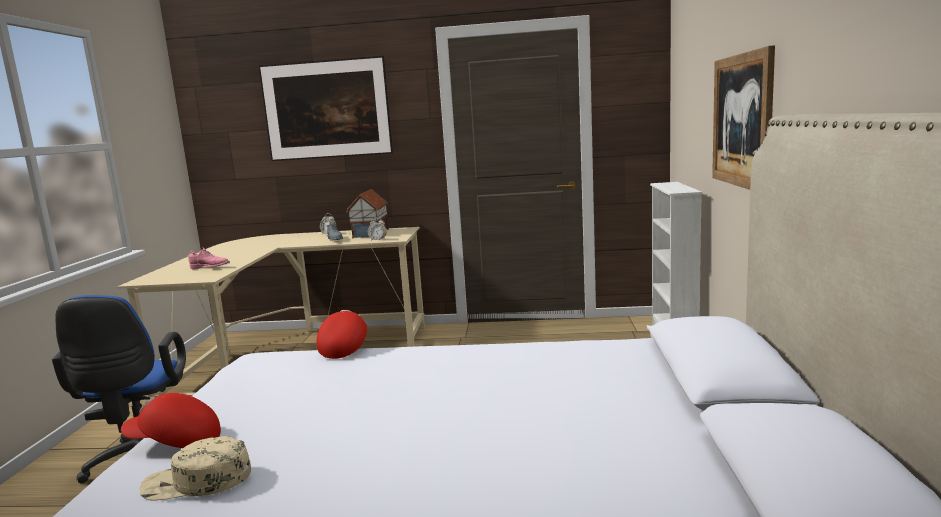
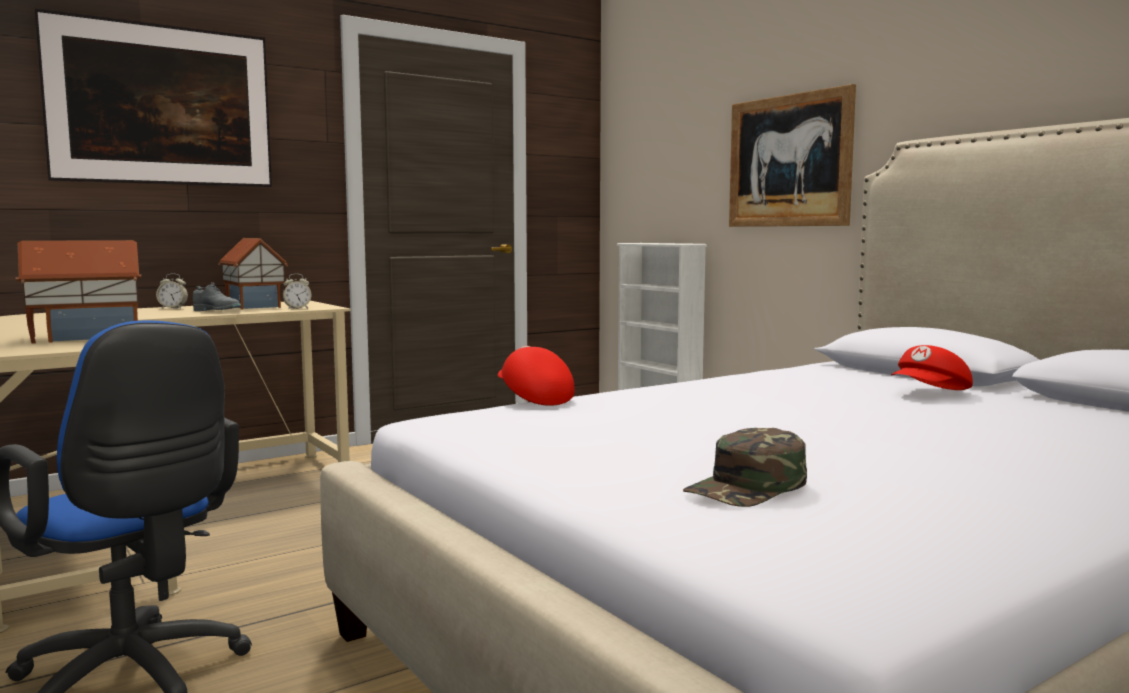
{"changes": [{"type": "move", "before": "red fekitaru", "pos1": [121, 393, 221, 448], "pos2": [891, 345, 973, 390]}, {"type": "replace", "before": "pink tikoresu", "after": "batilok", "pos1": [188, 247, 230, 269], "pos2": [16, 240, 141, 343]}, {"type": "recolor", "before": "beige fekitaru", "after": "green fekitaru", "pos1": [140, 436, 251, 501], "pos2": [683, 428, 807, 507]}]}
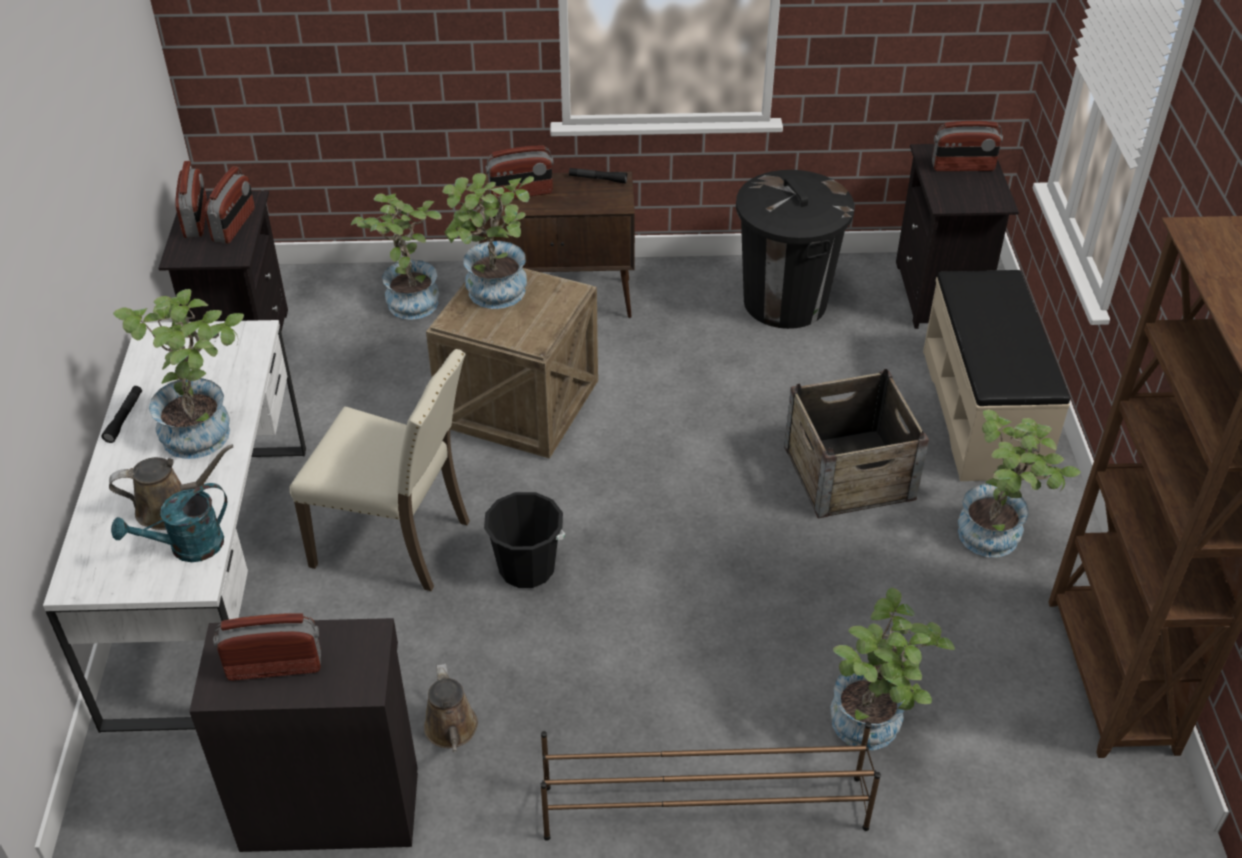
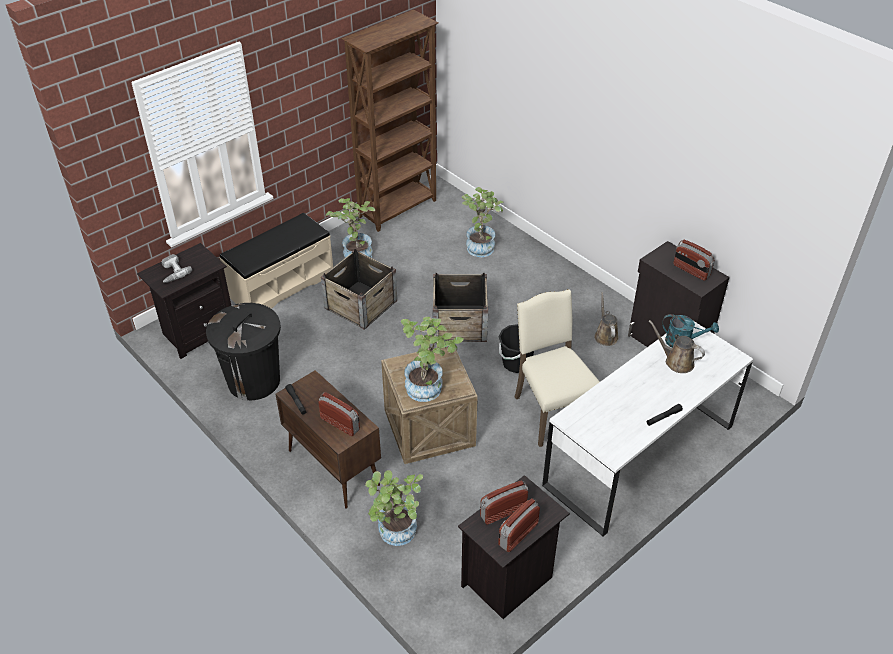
{"changes": [{"type": "delete", "before": "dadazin", "pos1": [113, 289, 244, 459]}, {"type": "delete", "before": "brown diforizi", "pos1": [541, 722, 881, 841]}, {"type": "insert", "after": "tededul", "pos2": [433, 273, 488, 342]}, {"type": "replace", "before": "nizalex", "after": "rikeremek", "pos1": [932, 121, 1003, 171], "pos2": [161, 254, 192, 283]}, {"type": "rotate", "before": "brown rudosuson", "pos1": [424, 663, 478, 752], "pos2": [594, 292, 618, 346], "turn": -45}]}
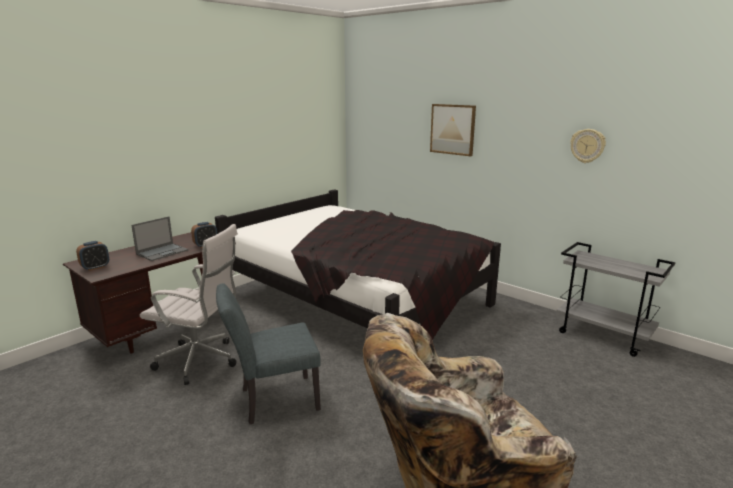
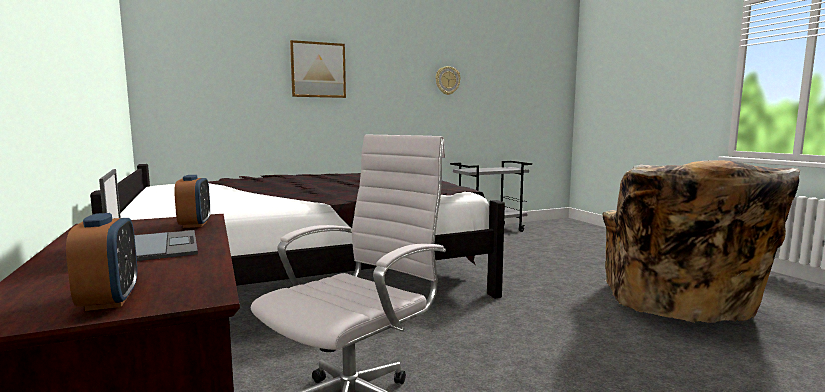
{"changes": [{"type": "delete", "before": "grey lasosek", "pos1": [216, 283, 321, 424]}]}
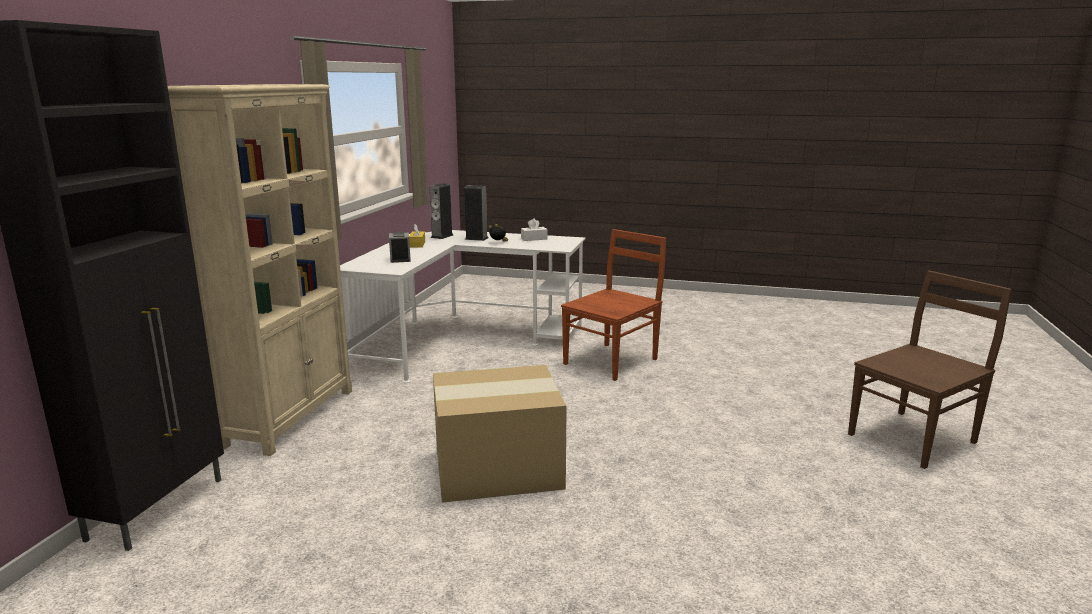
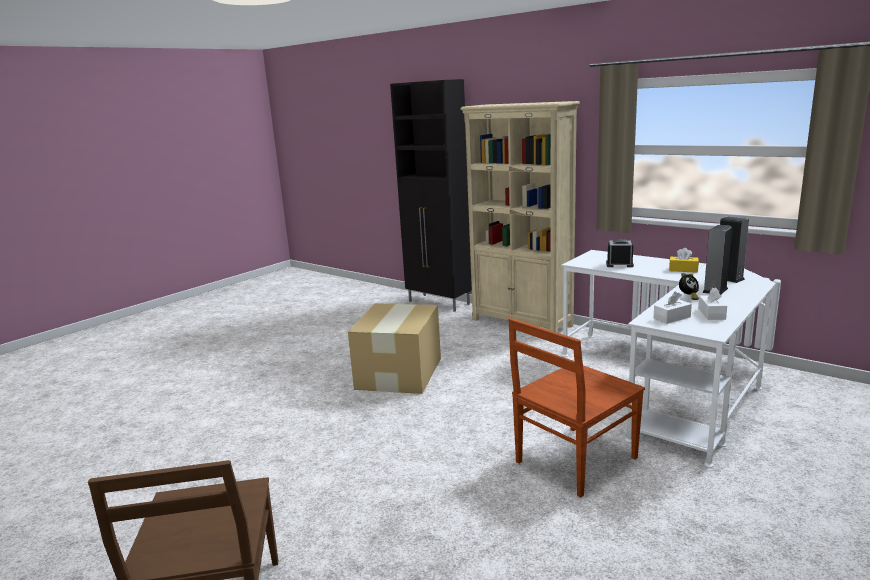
{"changes": [{"type": "insert", "after": "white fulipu", "pos2": [653, 292, 692, 324]}, {"type": "rotate", "before": "brown lasosek", "pos1": [561, 229, 666, 381], "pos2": [508, 318, 645, 498], "turn": 75}]}
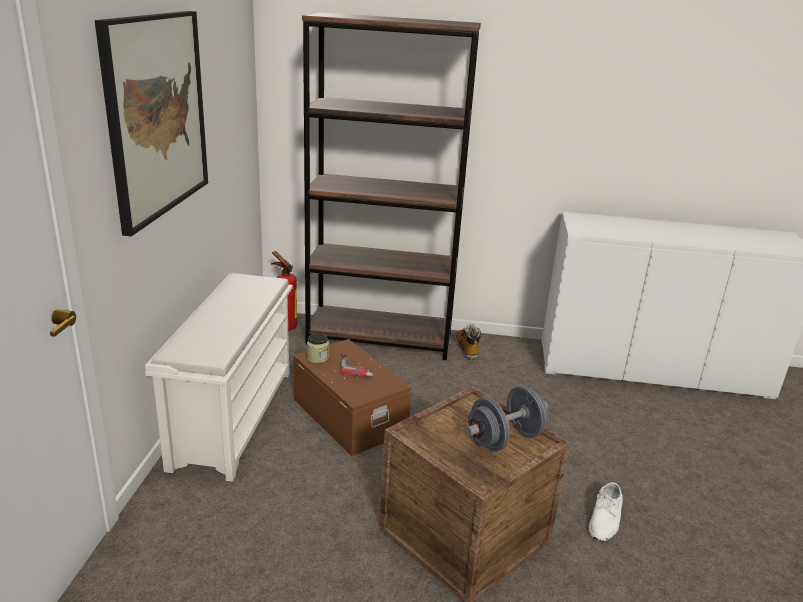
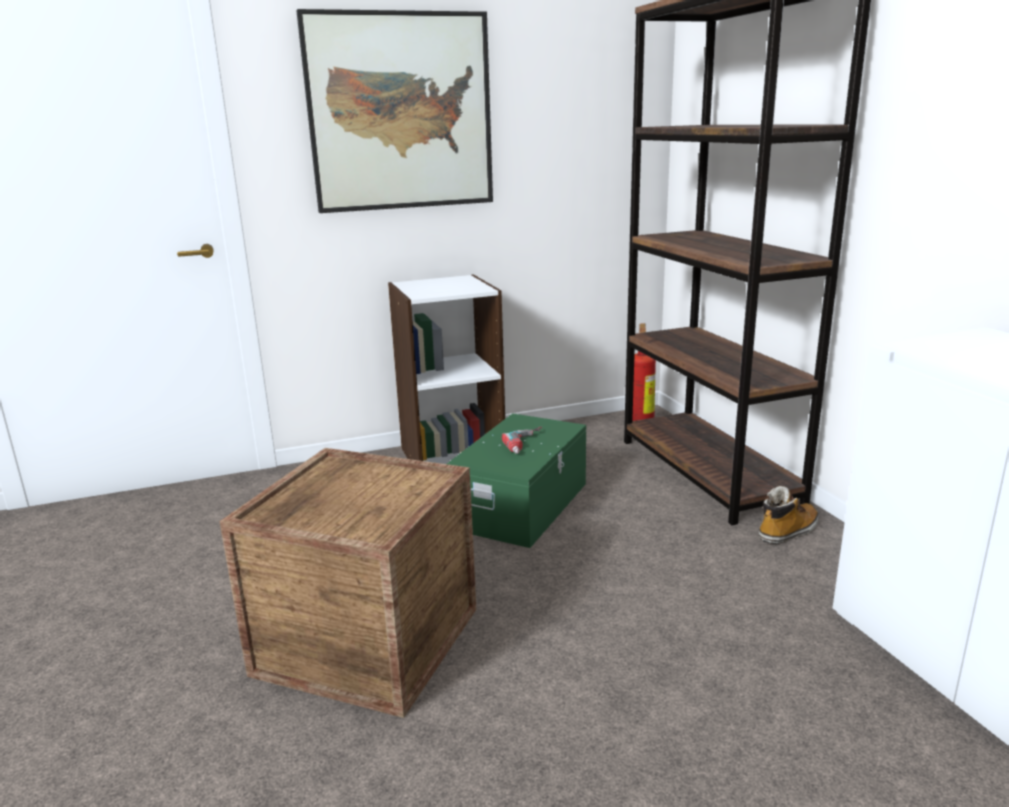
{"changes": [{"type": "delete", "before": "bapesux", "pos1": [307, 333, 329, 363]}, {"type": "delete", "before": "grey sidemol", "pos1": [466, 386, 548, 451]}, {"type": "delete", "before": "white tikoresu", "pos1": [589, 482, 623, 541]}, {"type": "replace", "before": "white diforizi", "after": "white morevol", "pos1": [145, 273, 293, 482], "pos2": [388, 274, 505, 464]}, {"type": "recolor", "before": "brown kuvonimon", "after": "green kuvonimon", "pos1": [293, 339, 412, 456], "pos2": [447, 413, 586, 548]}]}
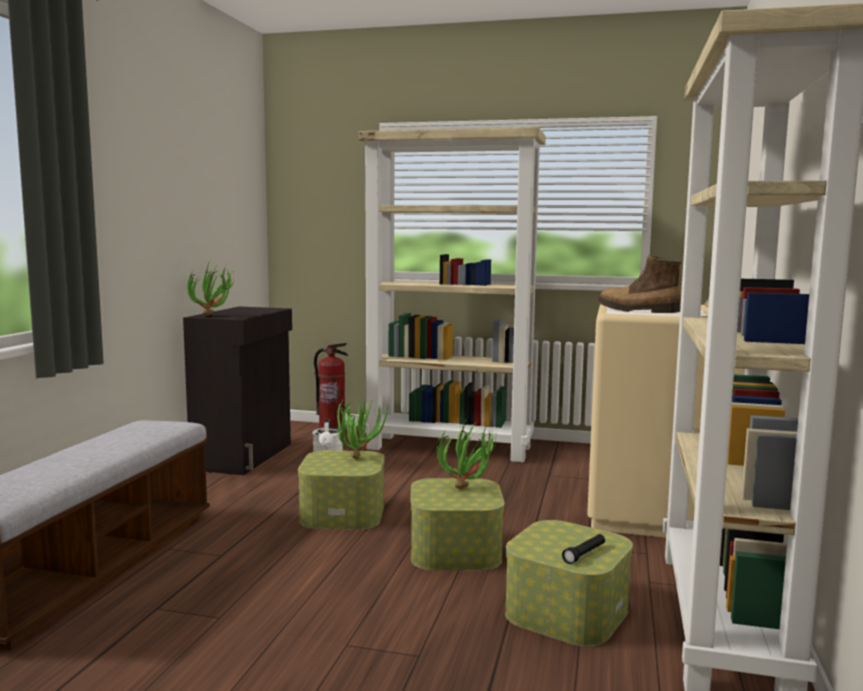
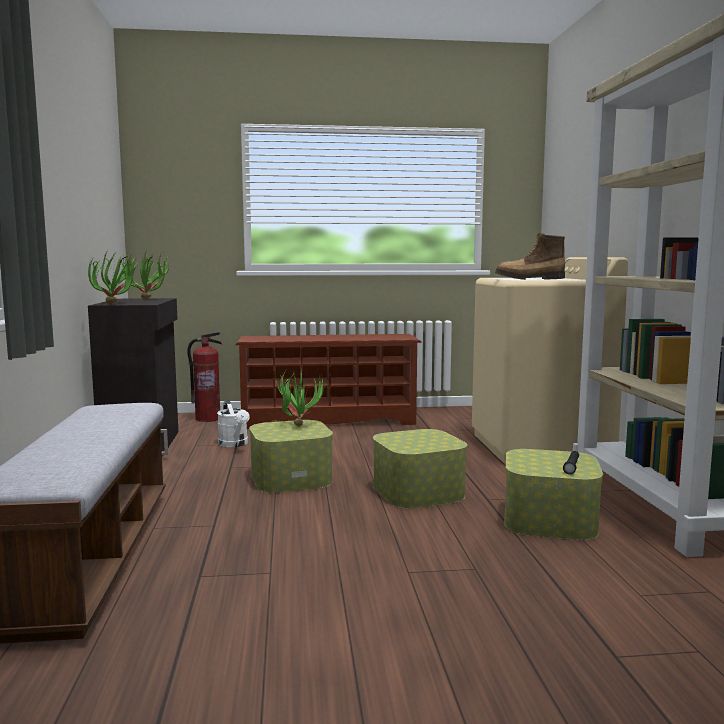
{"changes": [{"type": "move", "before": "dadazin", "pos1": [437, 418, 497, 489], "pos2": [130, 250, 169, 299]}, {"type": "replace", "before": "beige morevol", "after": "brown diforizi", "pos1": [359, 127, 546, 462], "pos2": [235, 334, 422, 429]}]}
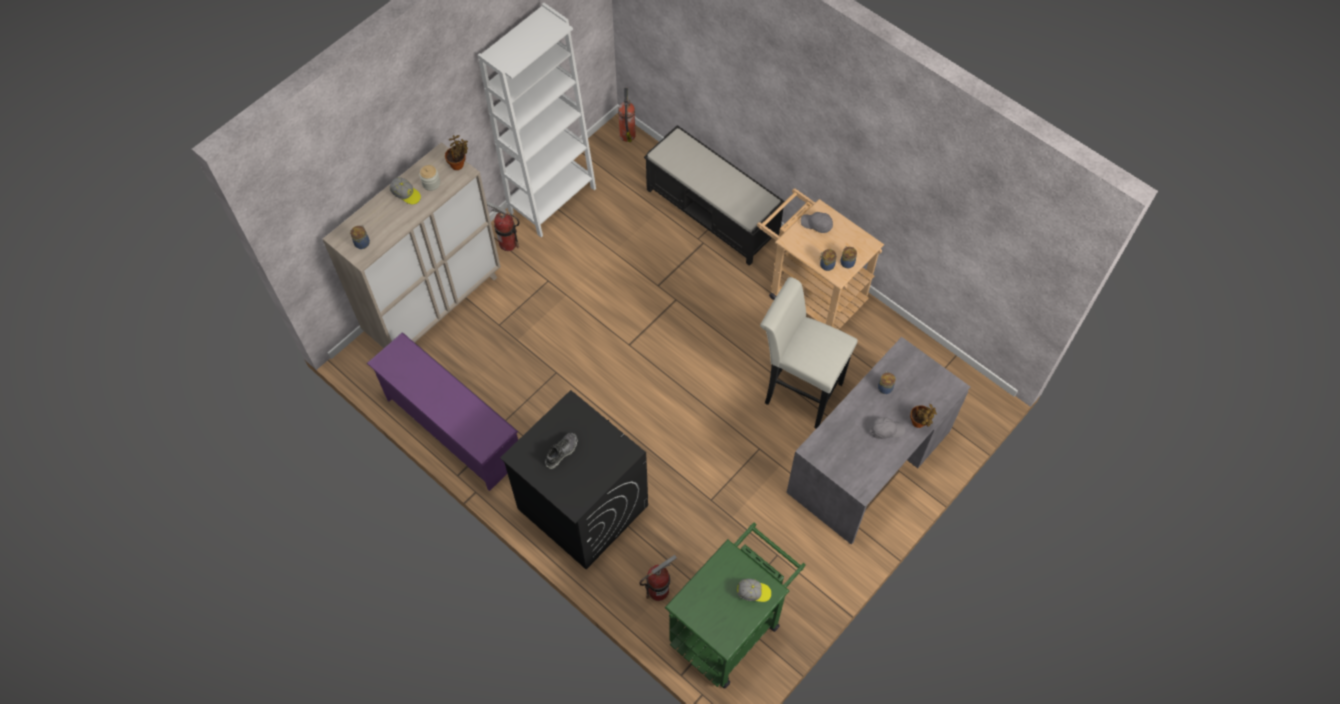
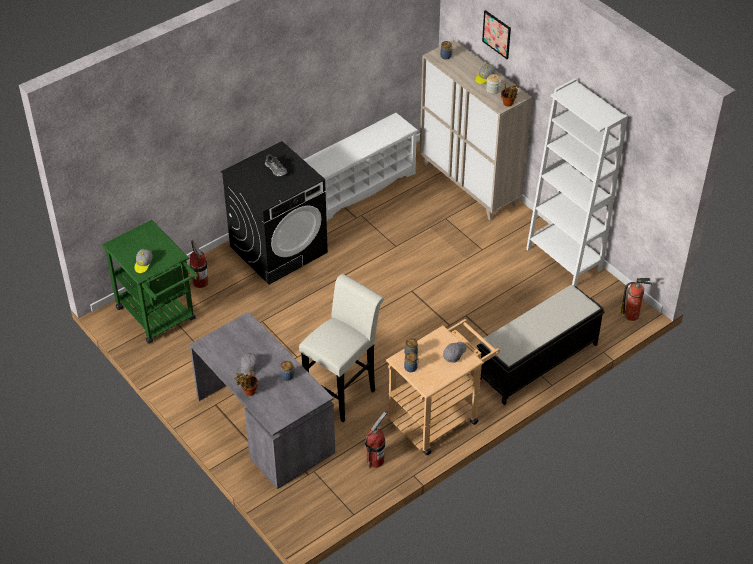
{"changes": [{"type": "insert", "after": "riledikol", "pos2": [482, 10, 511, 59]}, {"type": "move", "before": "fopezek", "pos1": [486, 201, 520, 251], "pos2": [365, 412, 387, 468]}, {"type": "recolor", "before": "purple diforizi", "after": "white diforizi", "pos1": [367, 332, 518, 491], "pos2": [304, 113, 419, 221]}]}
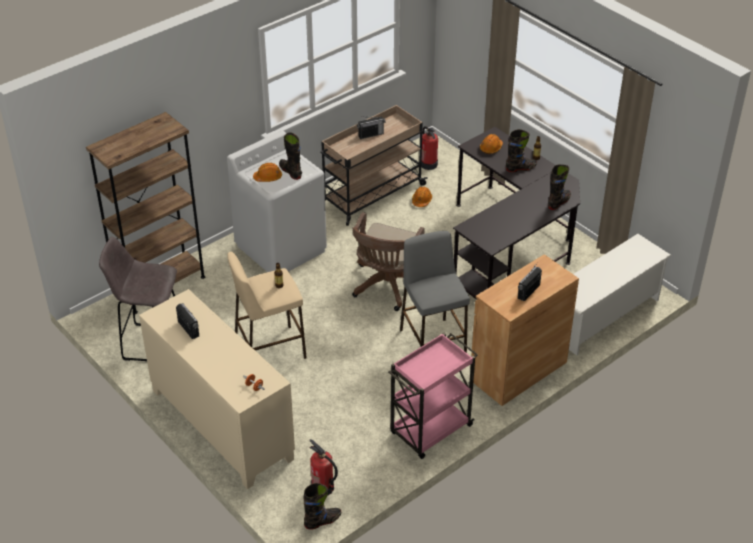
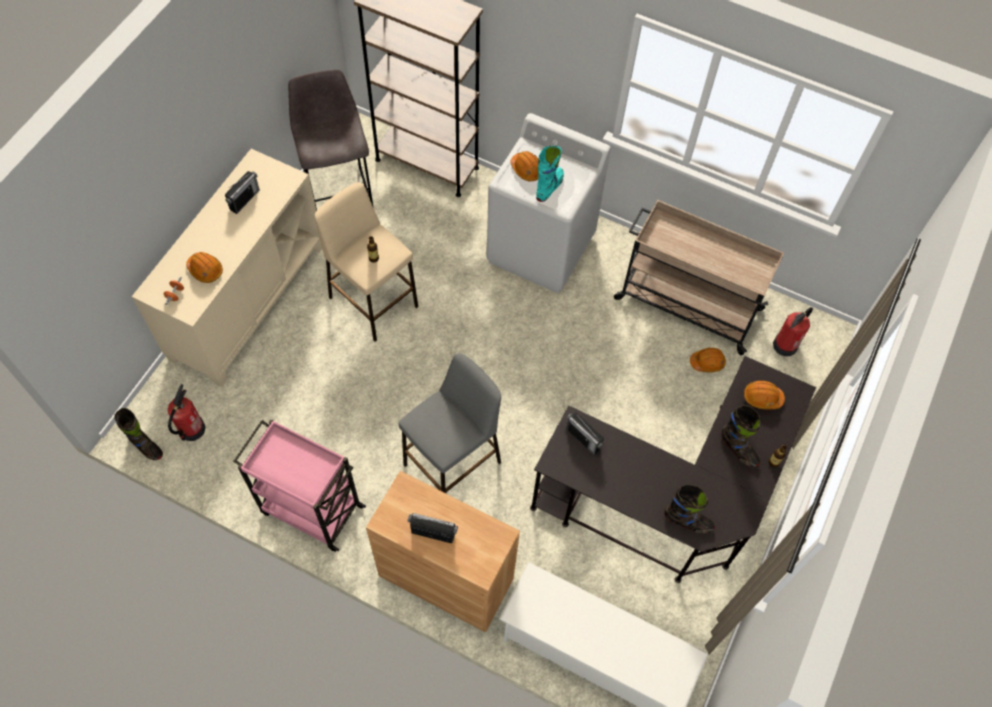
{"changes": [{"type": "delete", "before": "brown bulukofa", "pos1": [352, 212, 425, 311]}, {"type": "insert", "after": "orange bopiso", "pos2": [186, 252, 223, 283]}, {"type": "move", "before": "nizalex", "pos1": [357, 116, 385, 139], "pos2": [566, 413, 604, 455]}, {"type": "recolor", "before": "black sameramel", "after": "turquoise sameramel", "pos1": [279, 132, 302, 180], "pos2": [536, 145, 564, 202]}]}
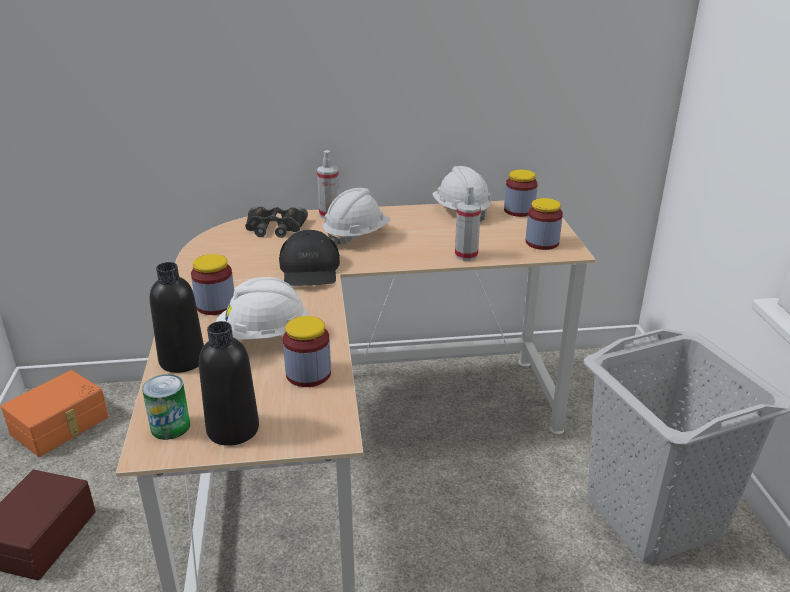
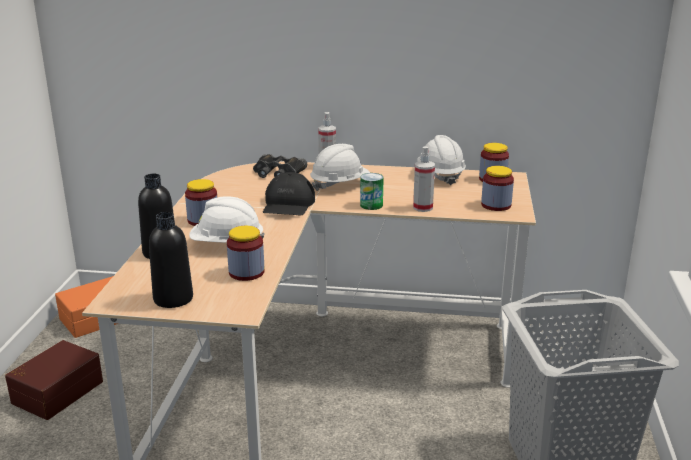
{"changes": [{"type": "move", "before": "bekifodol", "pos1": [142, 374, 190, 440], "pos2": [360, 173, 384, 210]}]}
